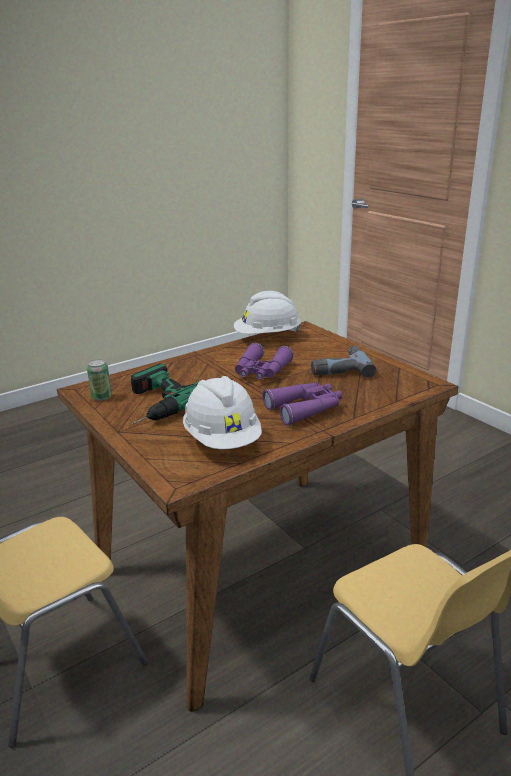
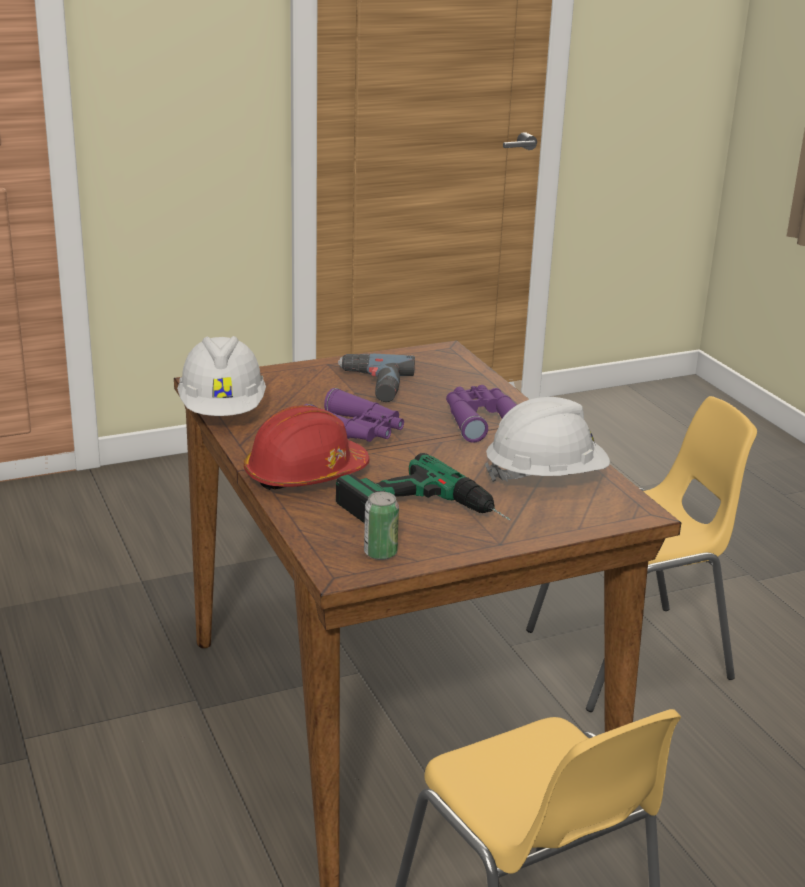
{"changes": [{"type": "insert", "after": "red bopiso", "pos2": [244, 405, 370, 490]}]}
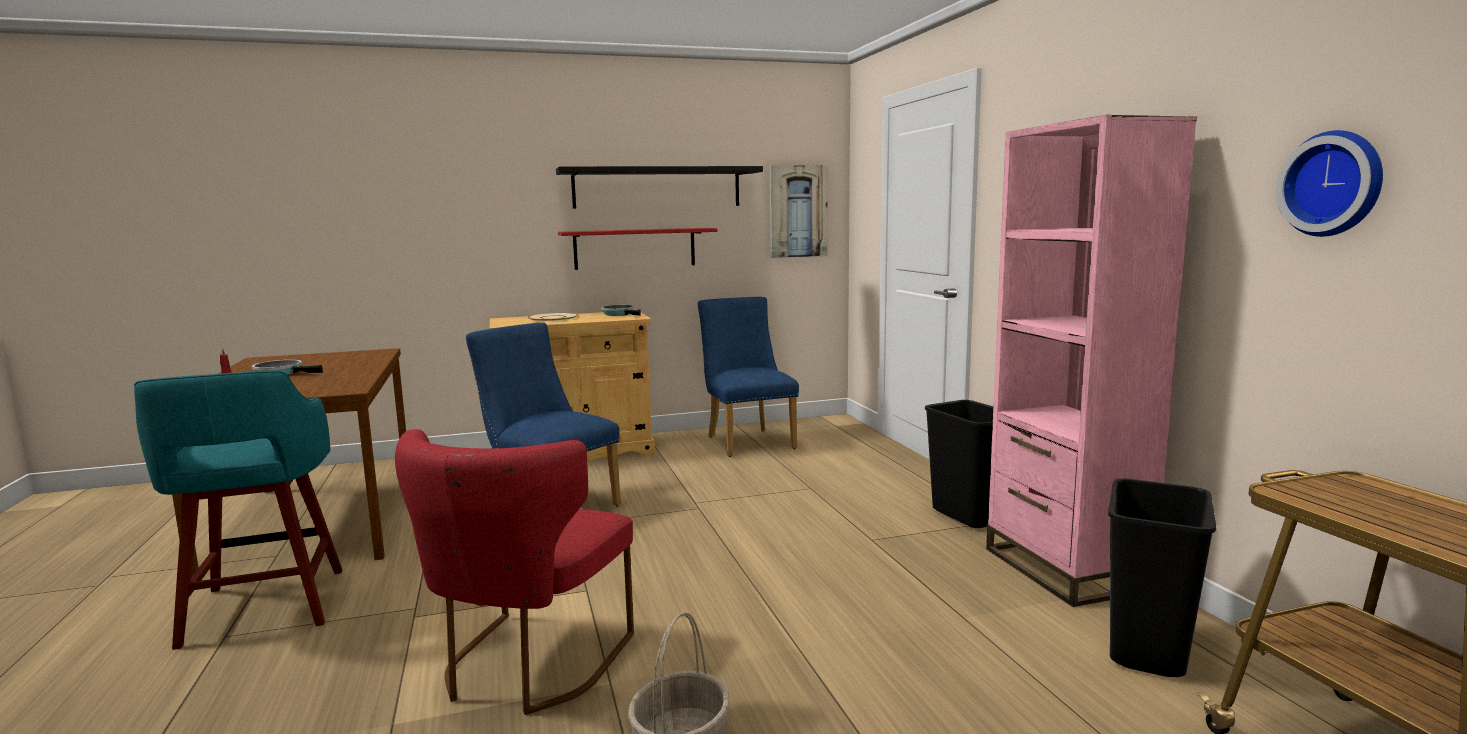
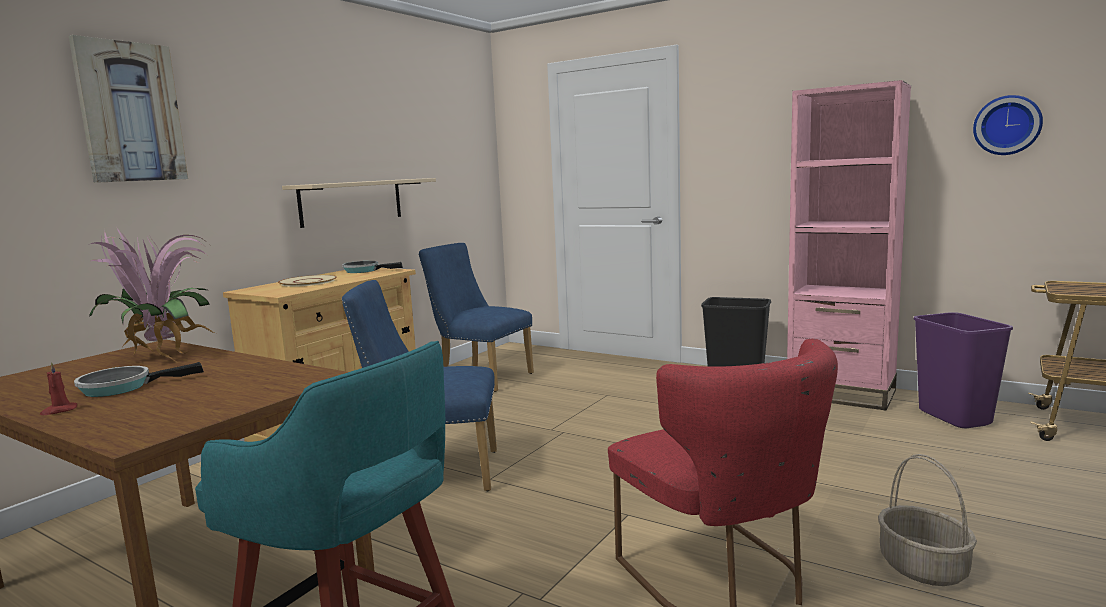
{"changes": [{"type": "delete", "before": "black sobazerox", "pos1": [556, 166, 763, 209]}, {"type": "insert", "after": "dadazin", "pos2": [87, 227, 216, 363]}, {"type": "move", "before": "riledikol", "pos1": [769, 165, 828, 258], "pos2": [69, 35, 188, 183]}, {"type": "recolor", "before": "red sobazerox", "after": "beige sobazerox", "pos1": [558, 228, 717, 270], "pos2": [282, 178, 436, 228]}, {"type": "recolor", "before": "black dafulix", "after": "purple dafulix", "pos1": [1108, 478, 1216, 677], "pos2": [914, 312, 1013, 428]}]}
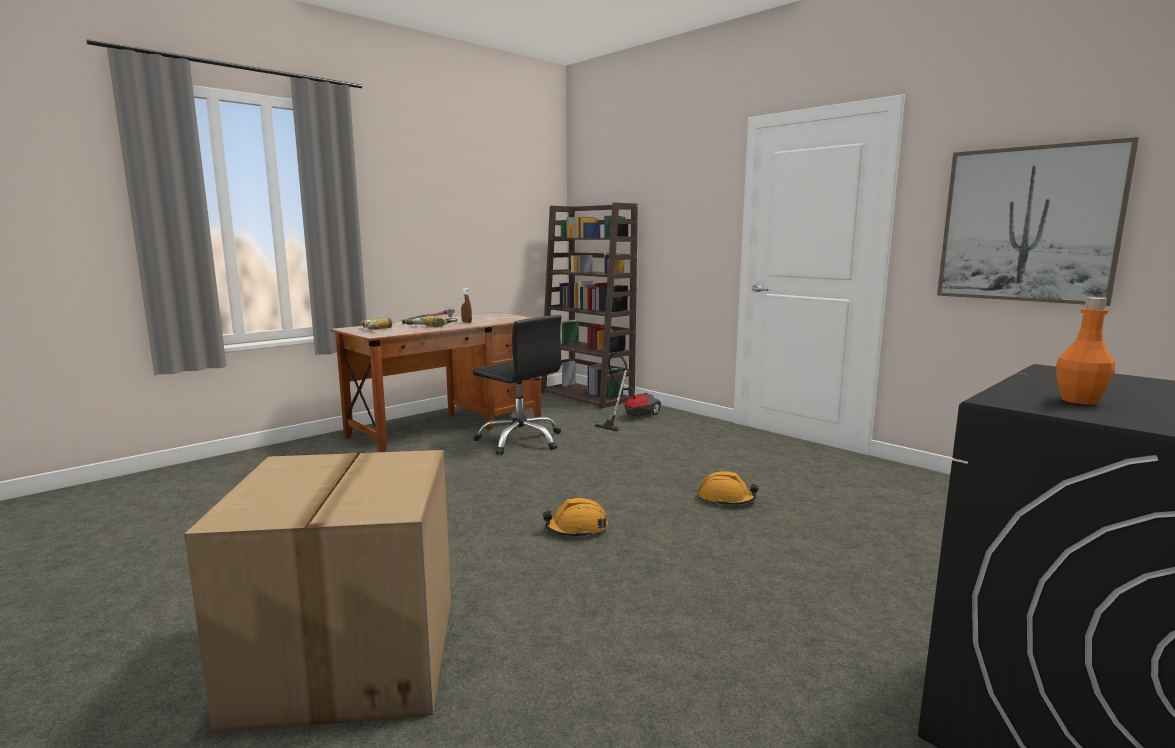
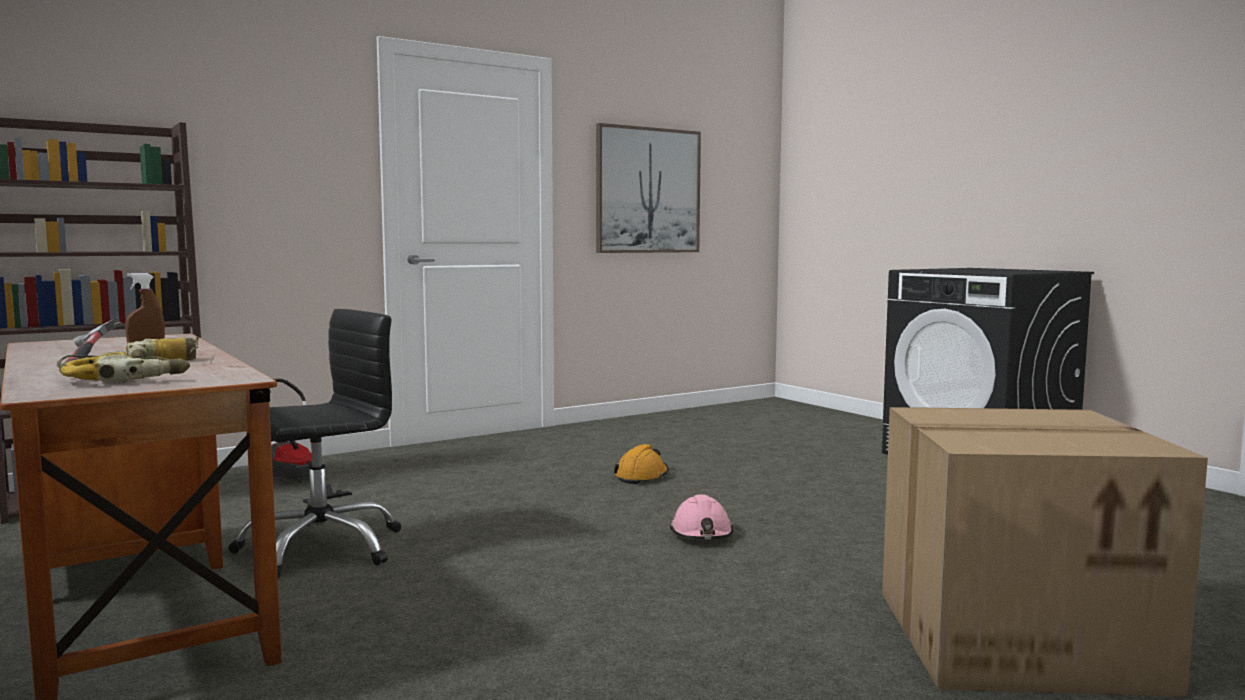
{"changes": [{"type": "delete", "before": "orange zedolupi", "pos1": [1056, 298, 1115, 405]}, {"type": "recolor", "before": "orange bopiso", "after": "pink bopiso", "pos1": [542, 498, 608, 538], "pos2": [670, 494, 733, 539]}]}
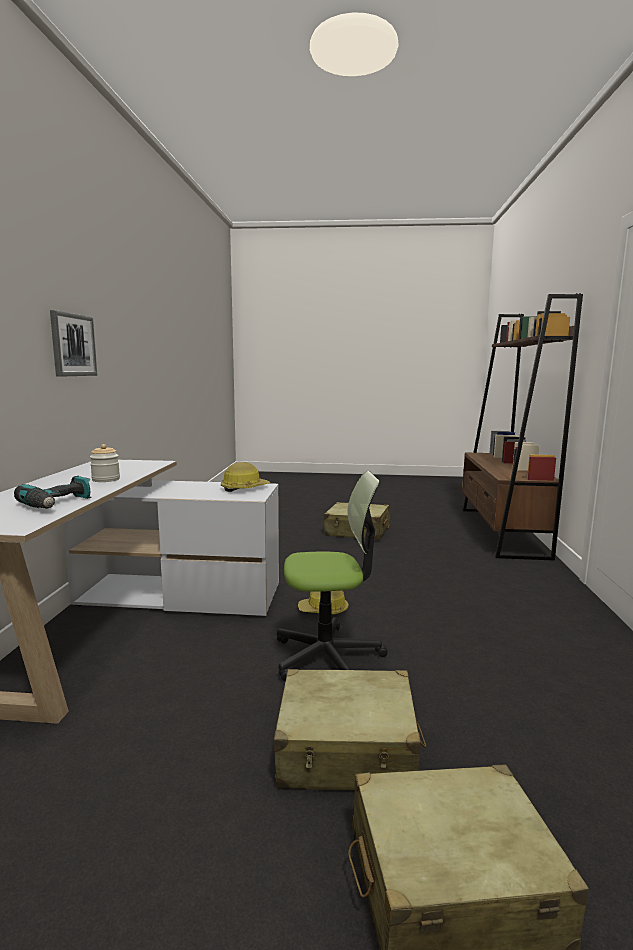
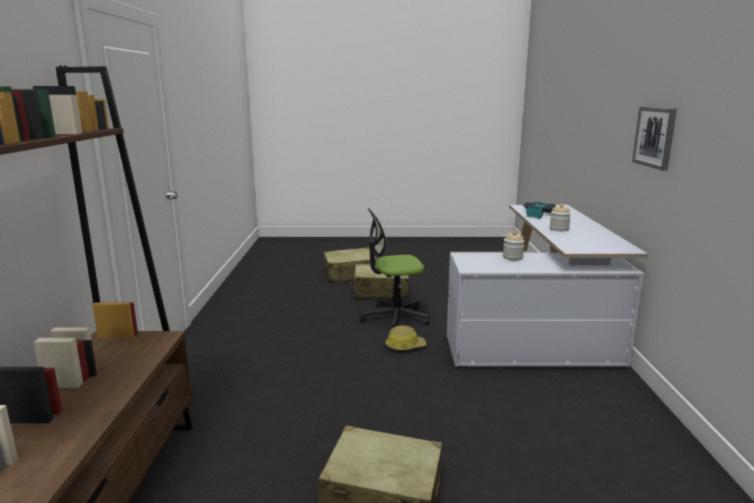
{"changes": [{"type": "delete", "before": "bopiso", "pos1": [221, 462, 270, 492]}, {"type": "insert", "after": "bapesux", "pos2": [503, 231, 525, 260]}]}
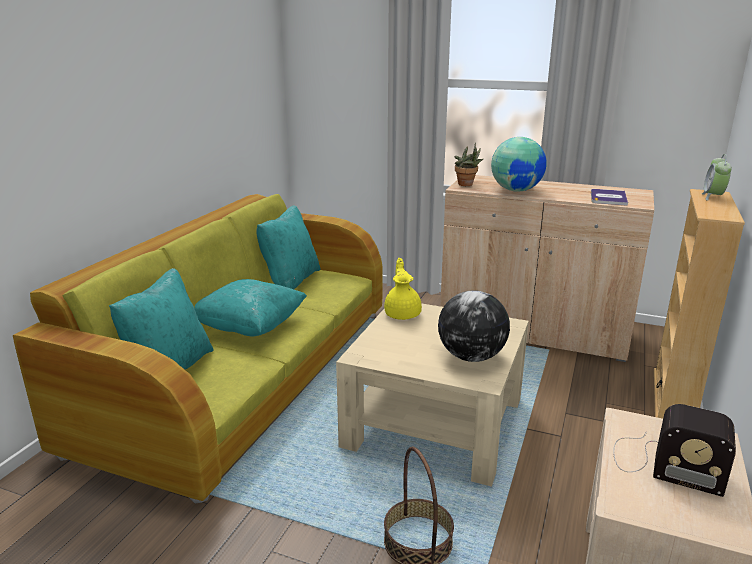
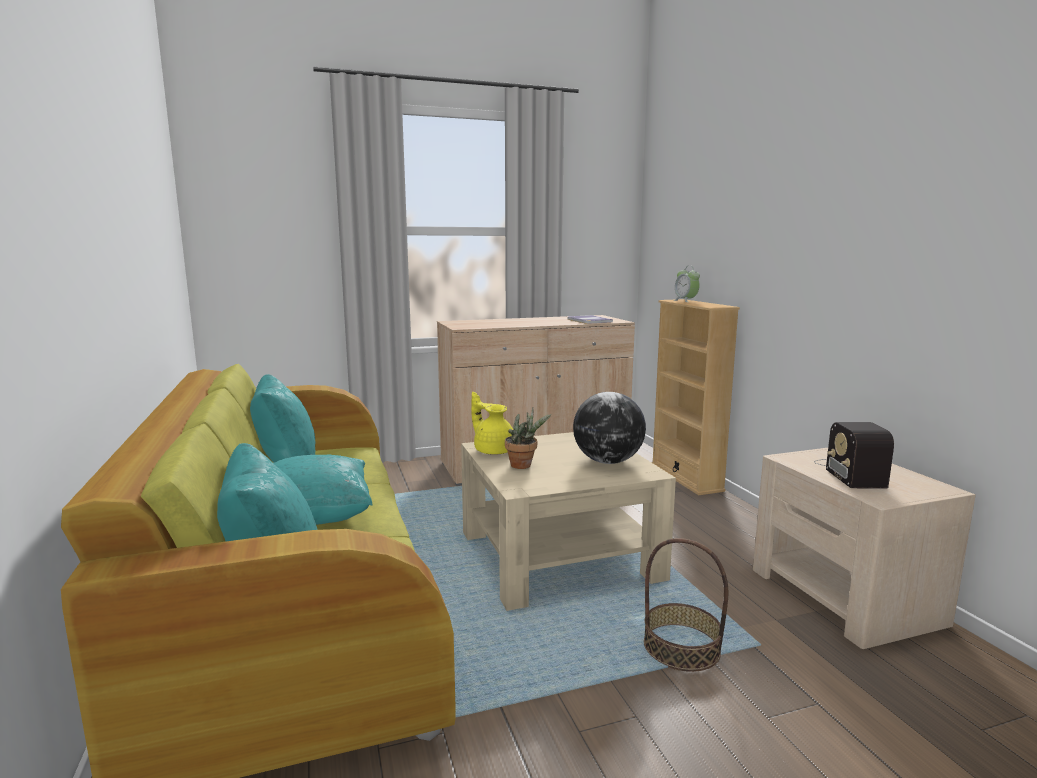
{"changes": [{"type": "delete", "before": "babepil", "pos1": [491, 137, 547, 192]}, {"type": "move", "before": "dadazin", "pos1": [455, 143, 483, 186], "pos2": [505, 408, 551, 469]}, {"type": "rotate", "before": "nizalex", "pos1": [613, 404, 736, 497], "pos2": [814, 422, 894, 489], "turn": 105}]}
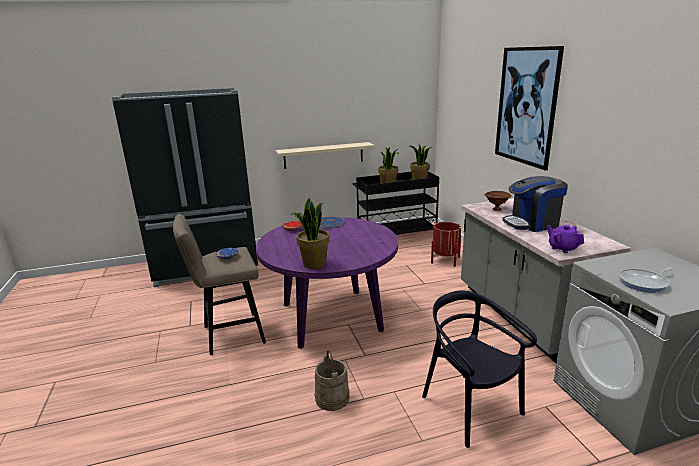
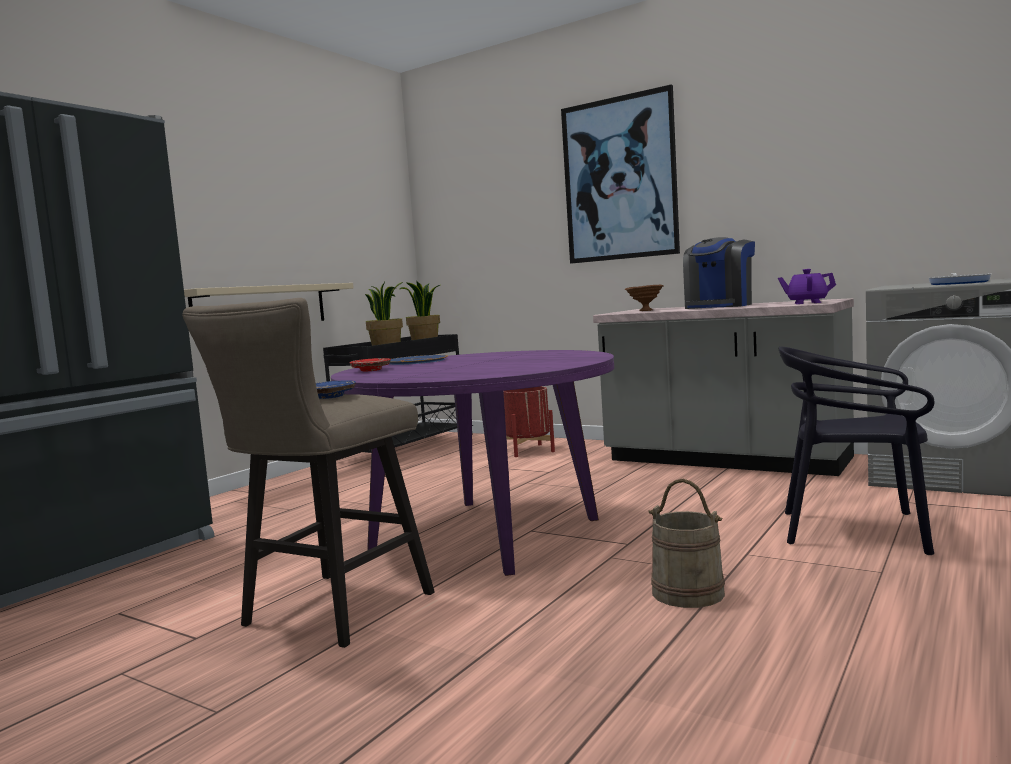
{"changes": [{"type": "delete", "before": "dadazin", "pos1": [291, 197, 330, 269]}]}
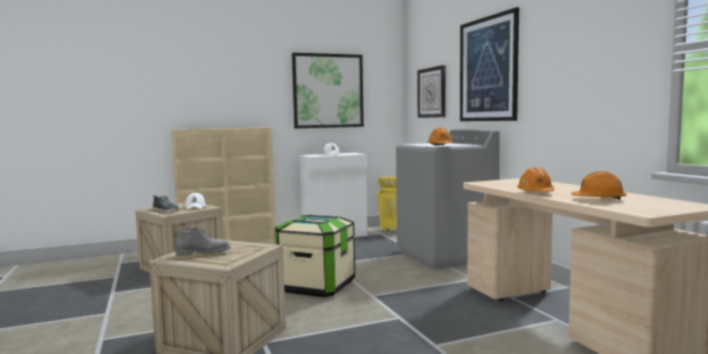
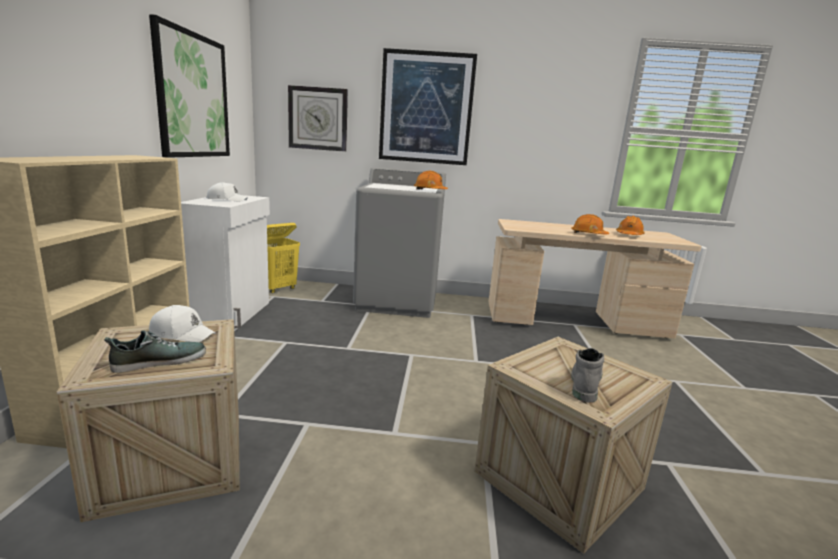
{"changes": [{"type": "delete", "before": "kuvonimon", "pos1": [275, 214, 355, 297]}]}
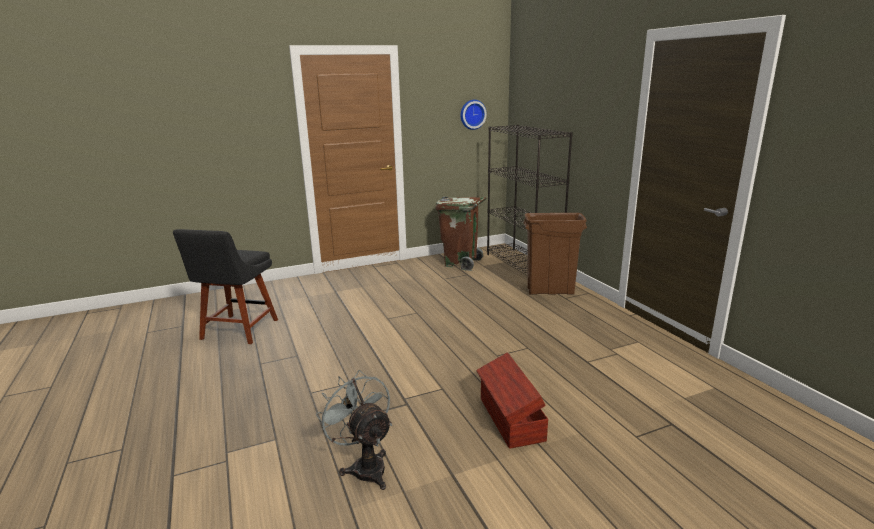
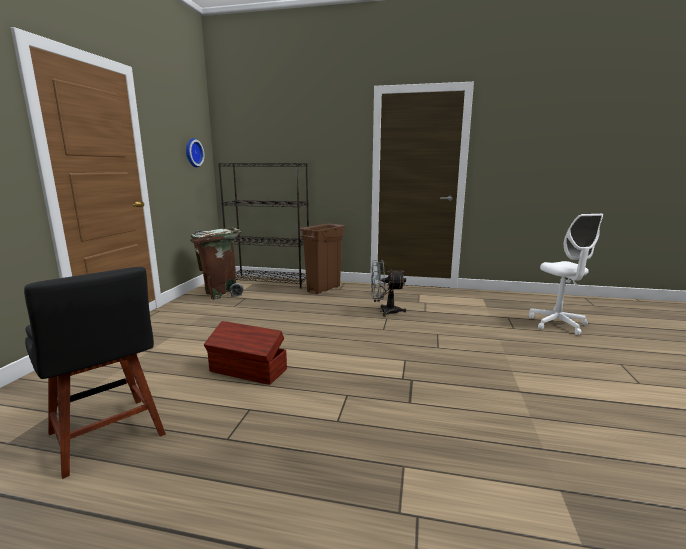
{"changes": [{"type": "insert", "after": "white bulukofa", "pos2": [529, 214, 603, 335]}, {"type": "move", "before": "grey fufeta", "pos1": [316, 370, 392, 490], "pos2": [371, 260, 406, 317]}, {"type": "move", "before": "brown kuvonimon", "pos1": [476, 352, 548, 449], "pos2": [204, 321, 287, 385]}]}
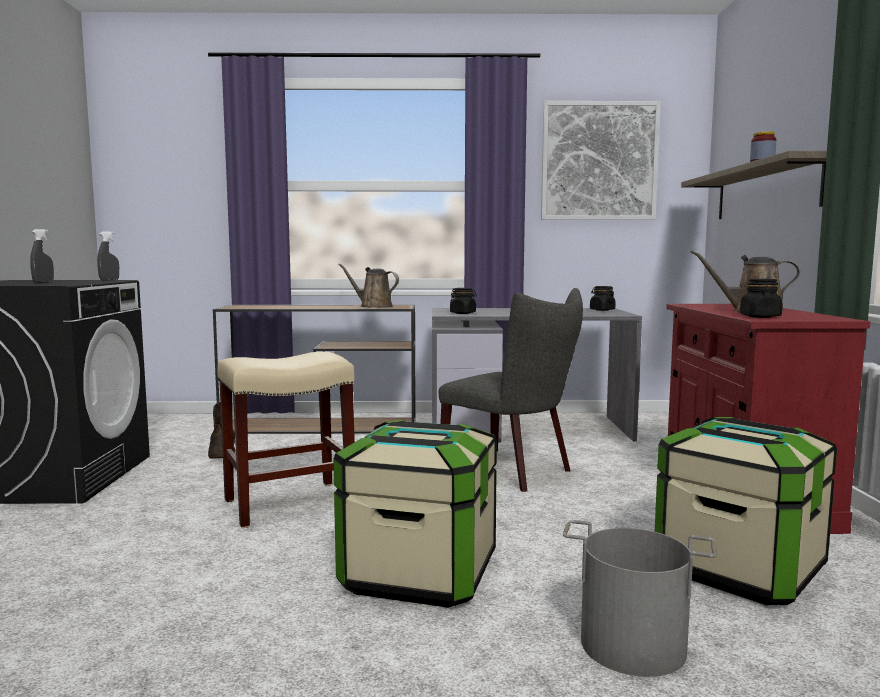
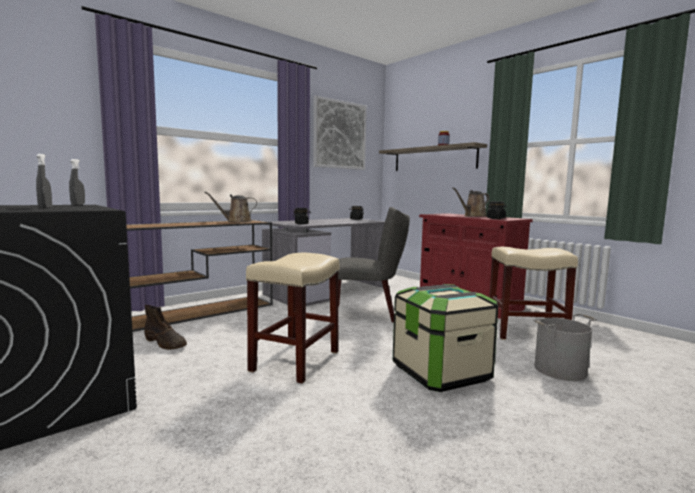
{"changes": [{"type": "replace", "before": "kuvonimon", "after": "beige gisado", "pos1": [655, 417, 837, 605], "pos2": [489, 247, 578, 340]}]}
